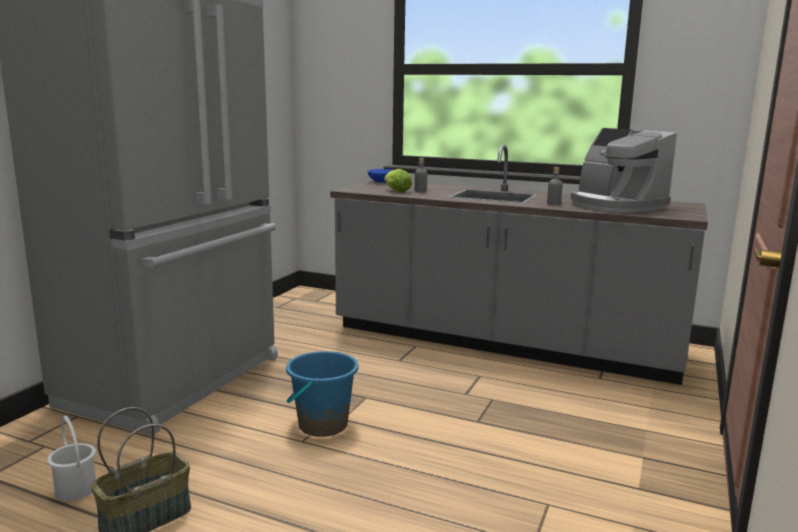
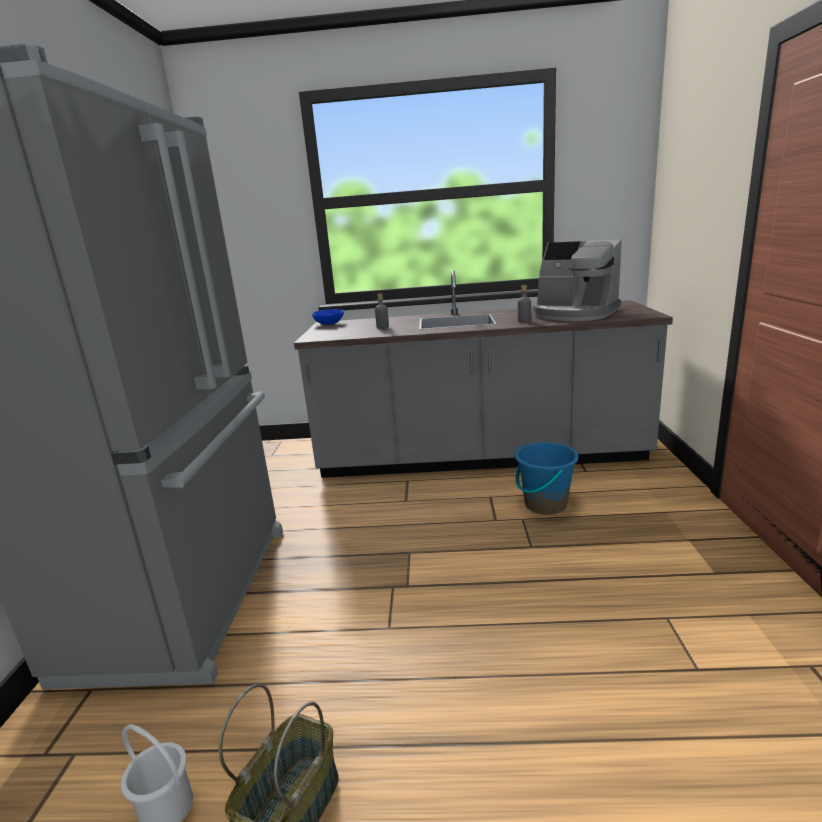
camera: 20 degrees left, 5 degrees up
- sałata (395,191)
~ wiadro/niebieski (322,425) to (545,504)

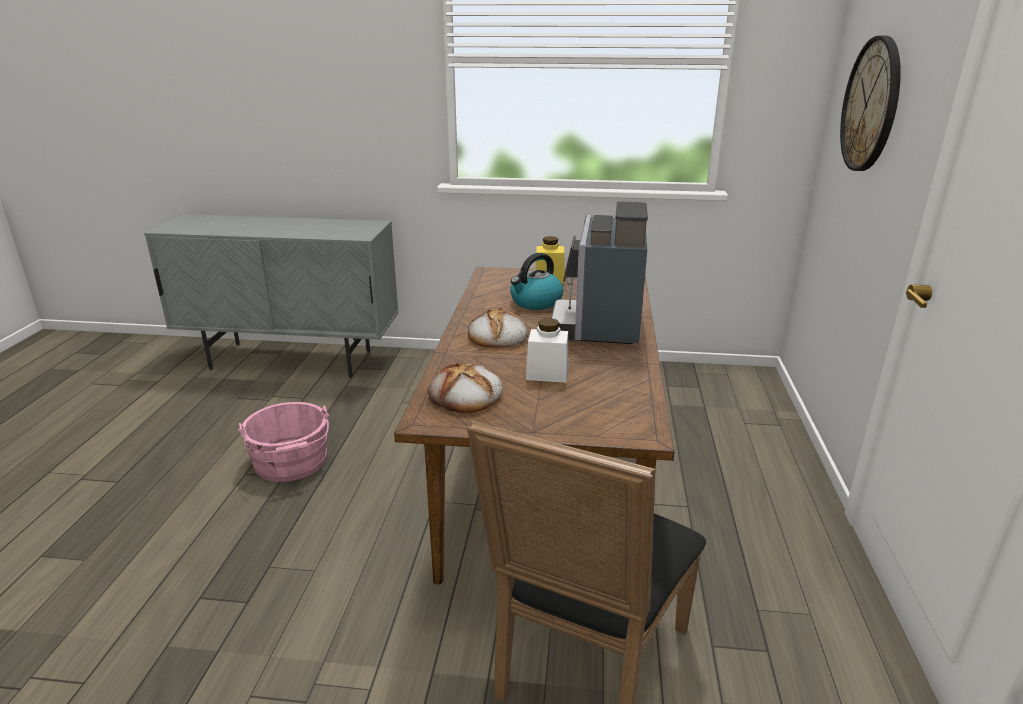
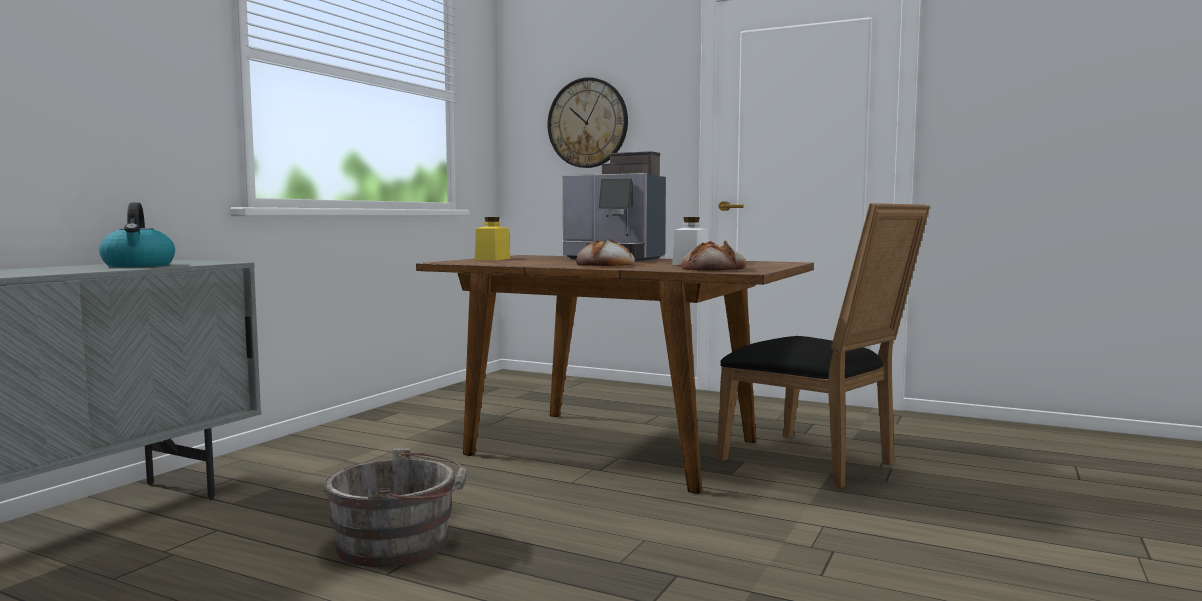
camera: 70 degrees left, 20 degrees down
~ czajnik (535,302) to (139,265)
~ wiadro/różowy (291,463) to wiadro/szary (400,543)

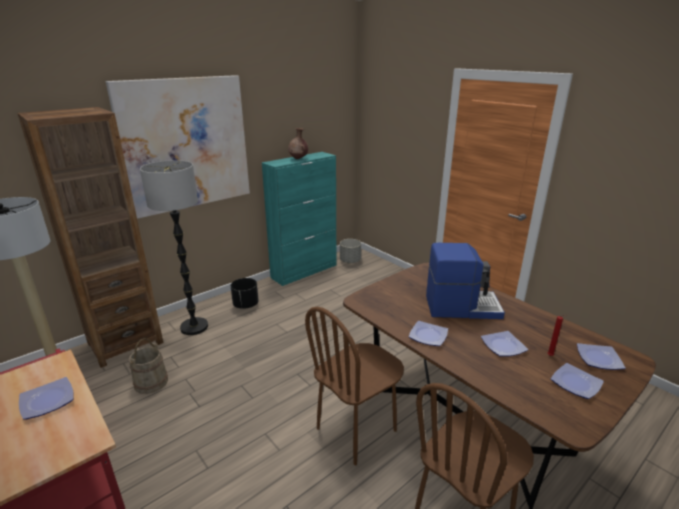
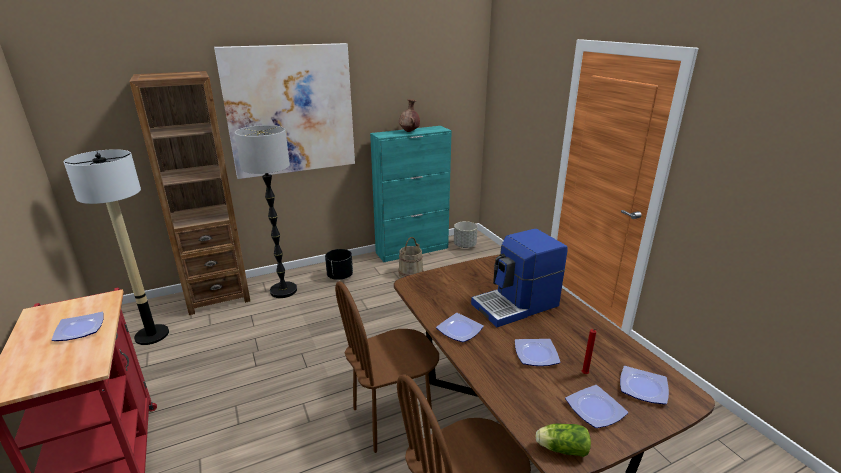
camera: 15 degrees right, 0 degrees up
~ ekspres do kawy (461,306) = (516,305) 135 degrees clockwise
~ wiadro/beżowy (151,382) to (410,273)
+ sałata (560,448)

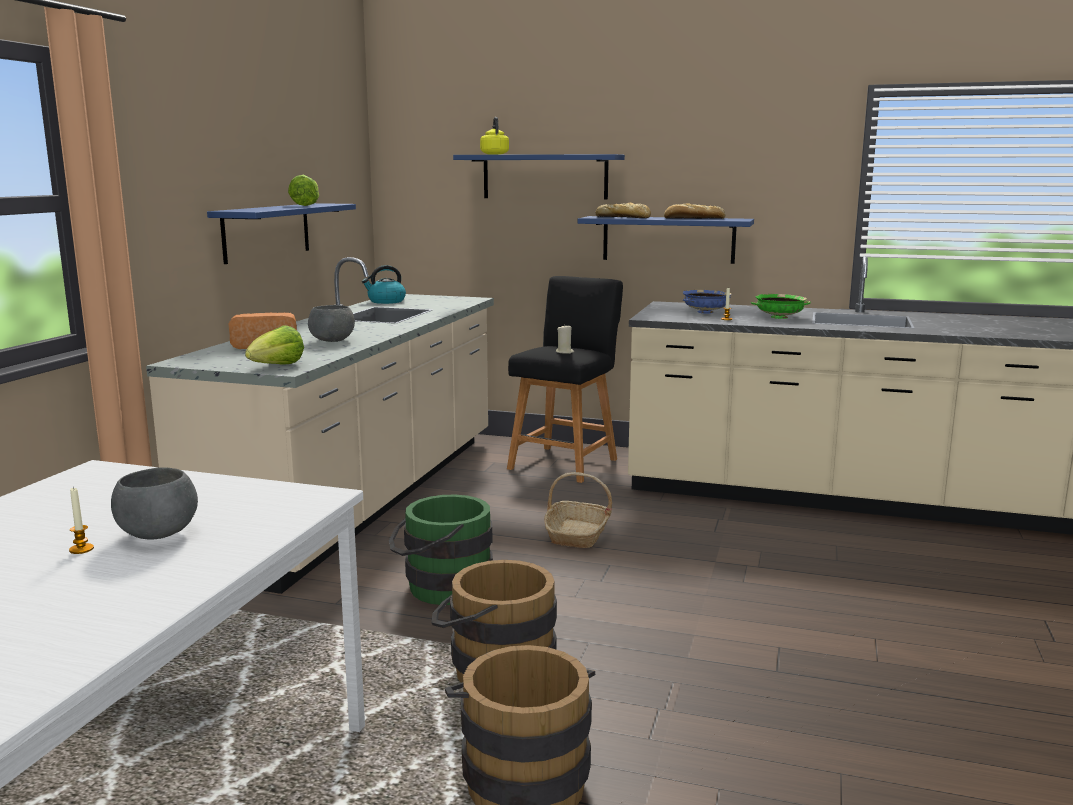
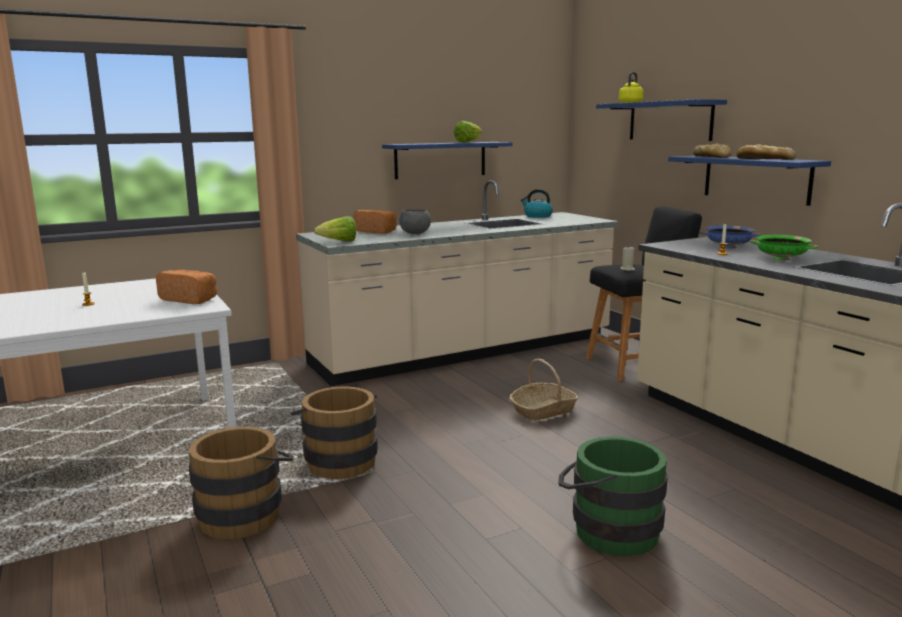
camera: 45 degrees right, 0 degrees up
- miska/szary (159,534)
~ wiadro/zielony (441,588) to (608,530)
+ chleb (190,299)

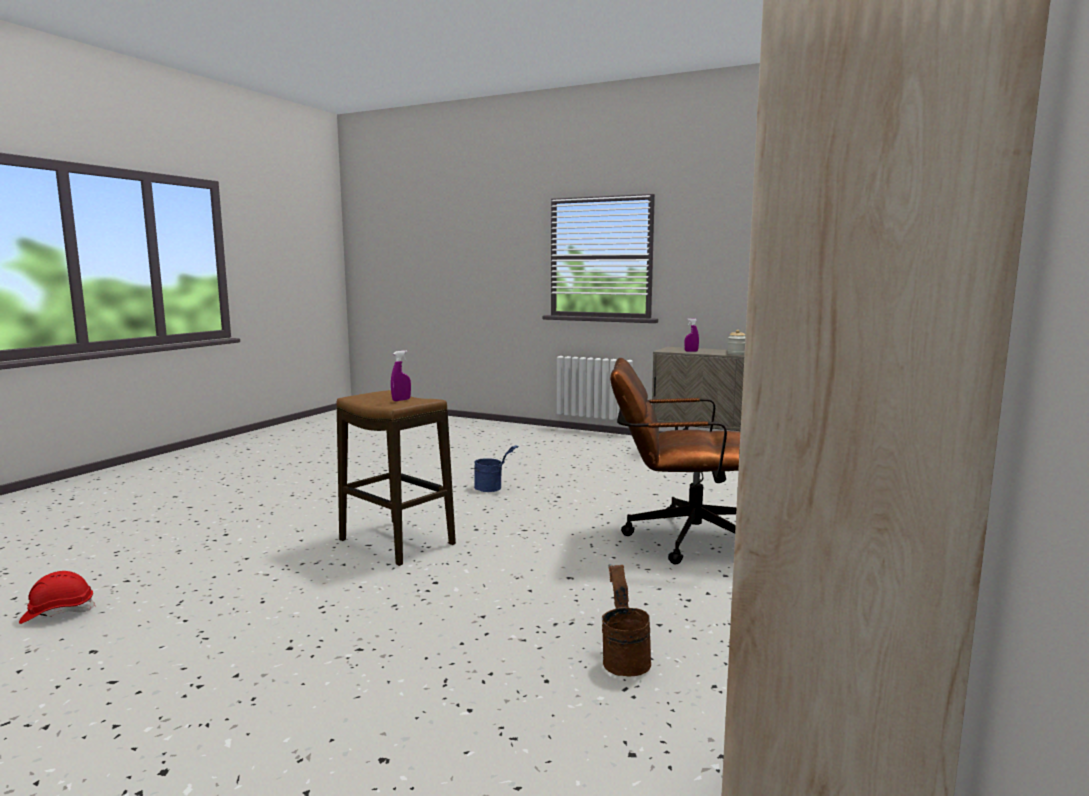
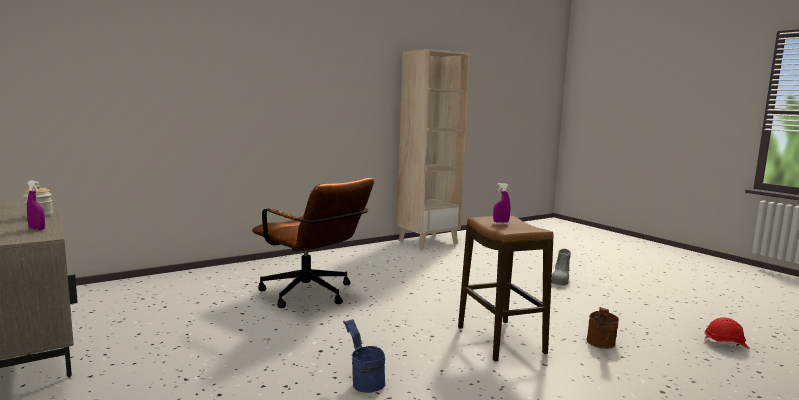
camera: 150 degrees left, 0 degrees up
~ wiadro/brązowy (624,659) to (600,345)
+ but z cholewką/szary (560,280)

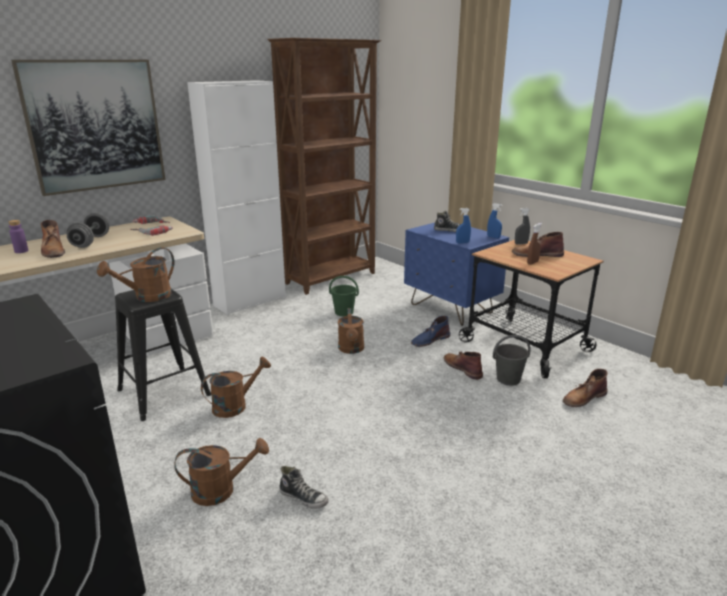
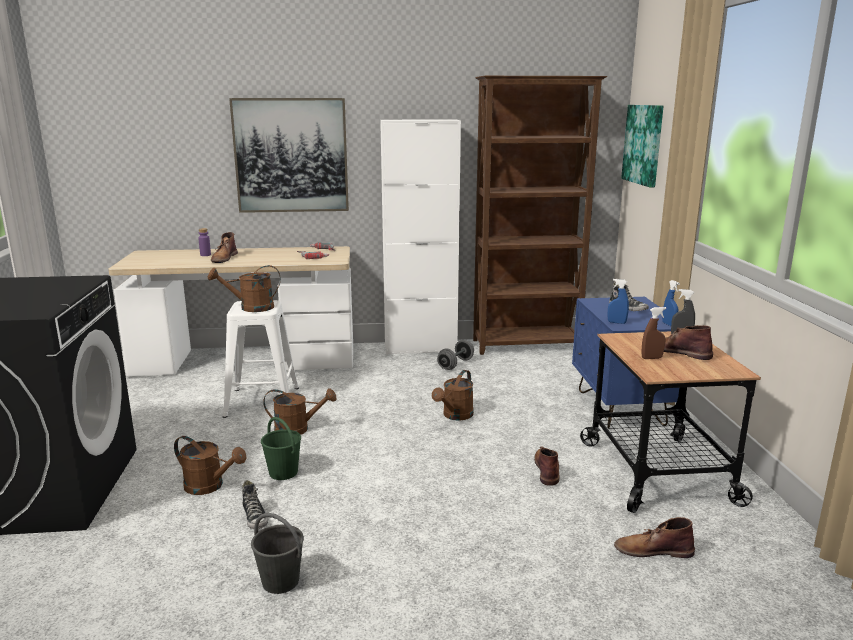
camera: 35 degrees right, 5 degrees down
~ hantel/szary (91,242) to (455,364)
~ wiadro/zielony (344,312) to (283,473)
~ stołek/czarny (163,393) to stołek/biały (261,402)
- but z cholewką/niebieski (430,340)
~ wiadro/szary (508,379) to (280,581)
+ obraz (643,144)

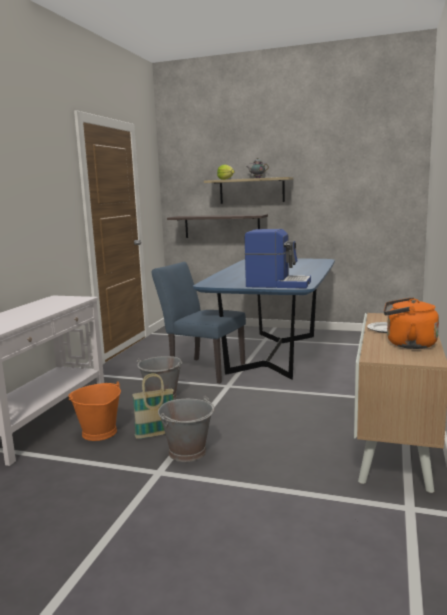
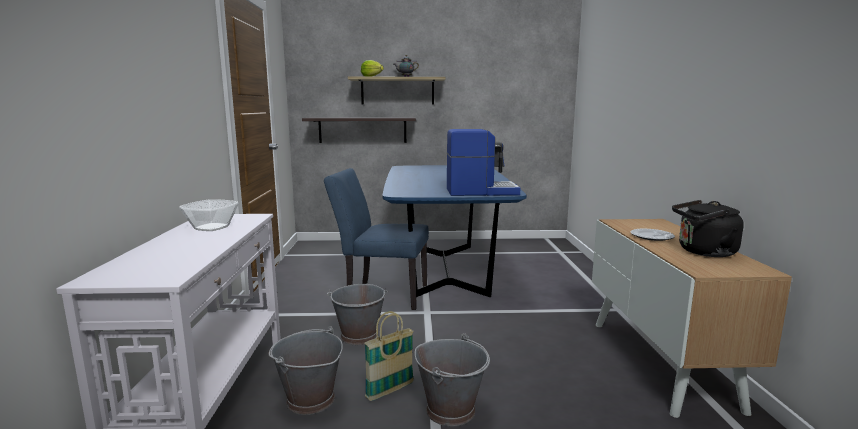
camera: 20 degrees left, 0 degrees up
~ czajnik/pomarańczowy (407,344) to czajnik/czarny (703,252)
~ wiadro/pomarańczowy (99,432) to wiadro/szary (310,400)
+ miska (210,228)

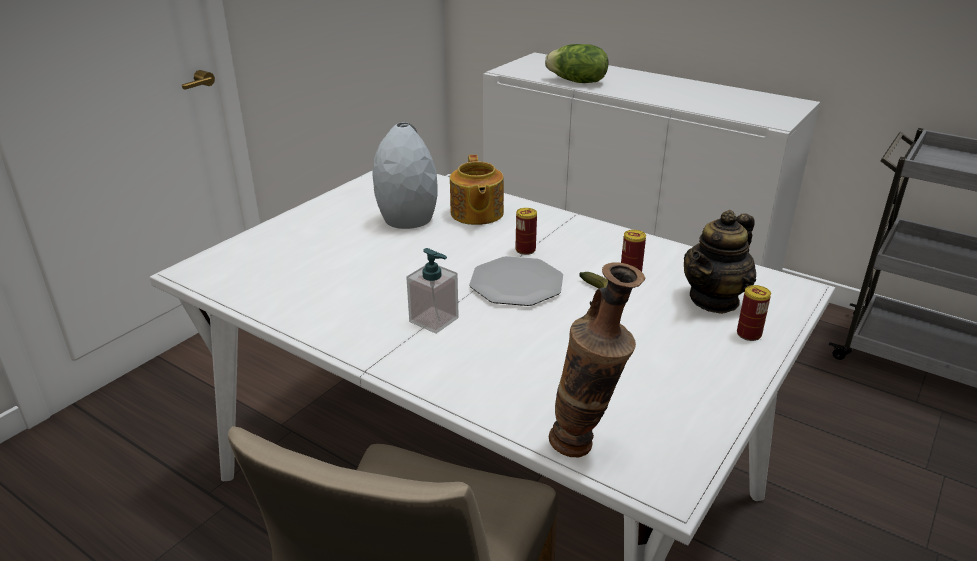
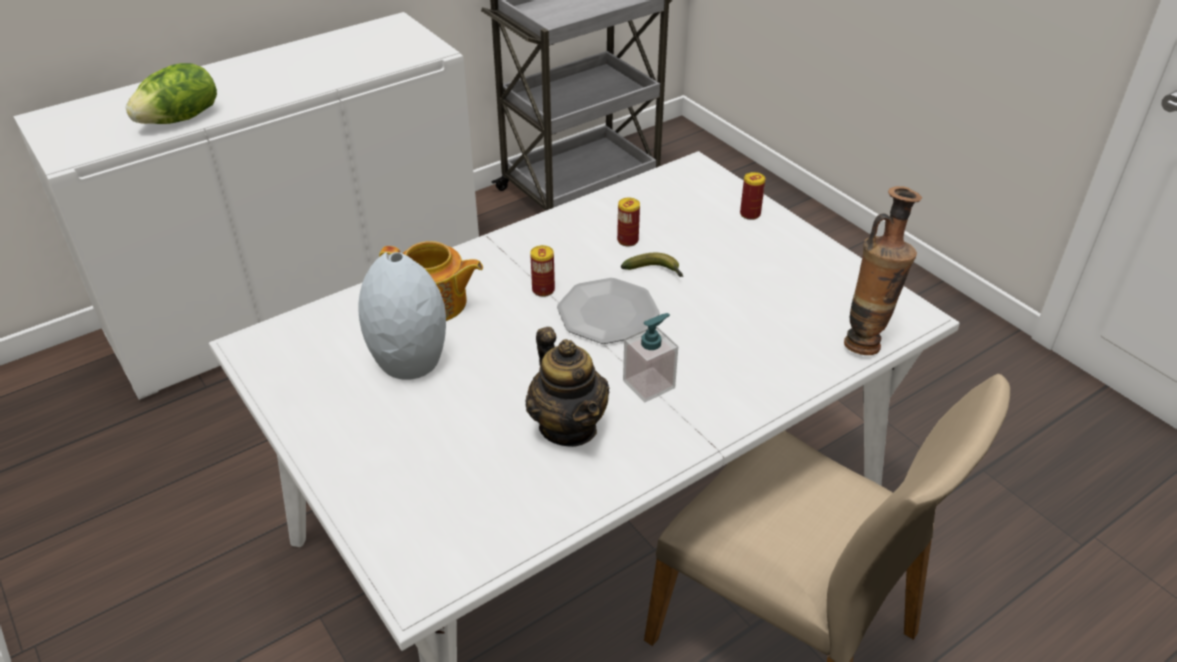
camera: 70 degrees left, 10 degrees up
~ imbryk (714,299) to (568,426)

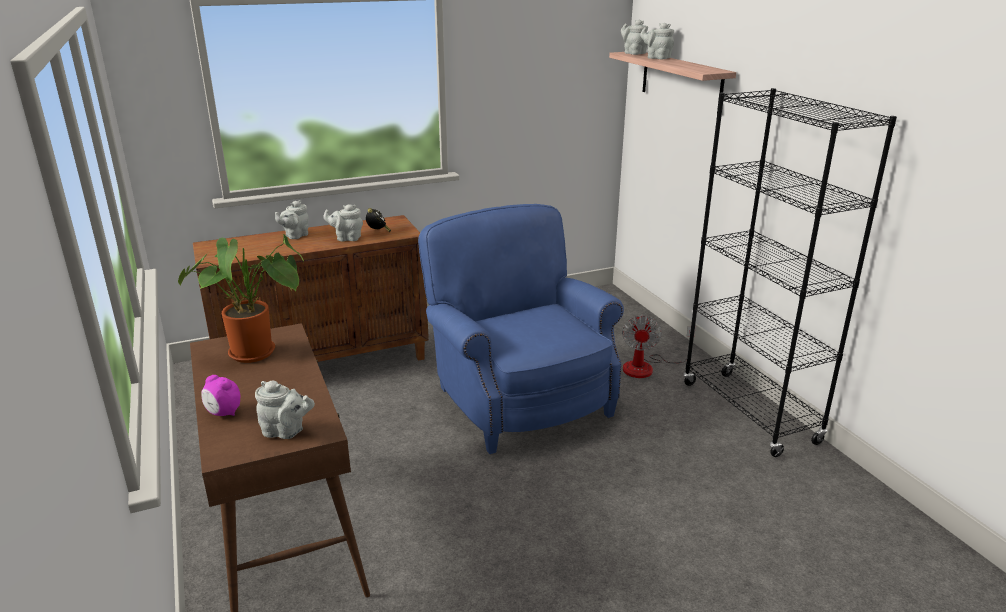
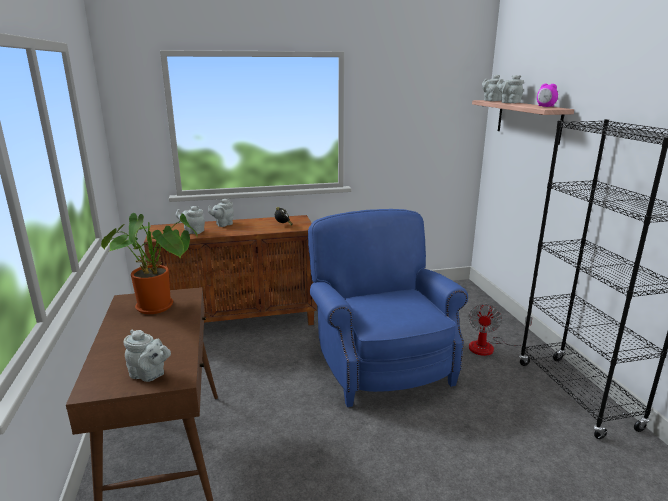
camera: 10 degrees right, 5 degrees down
~ imbryk/szary (347,238) to (193,232)
~ budzik (223,413) to (545,106)

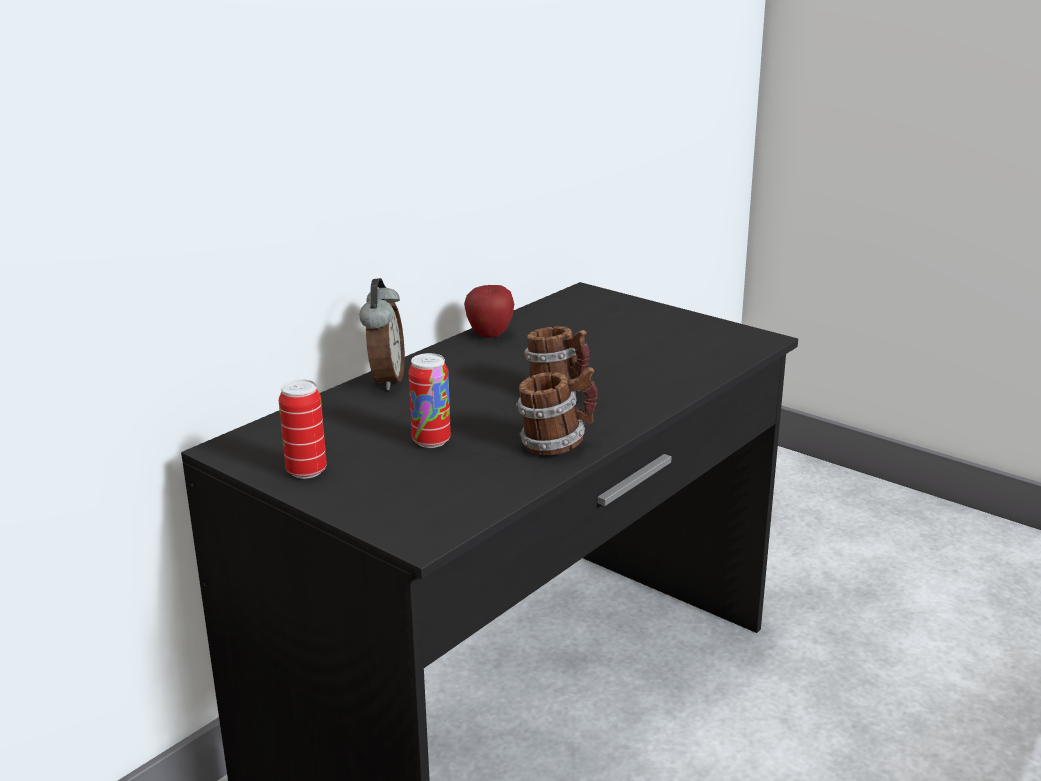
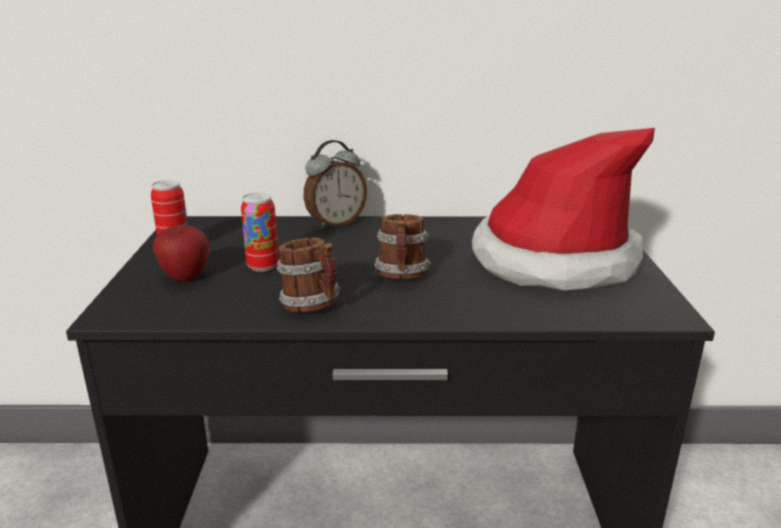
camera: 50 degrees right, 0 degrees up
~ jabłko (490,334) to (185,277)
+ kapelusz (552,260)

